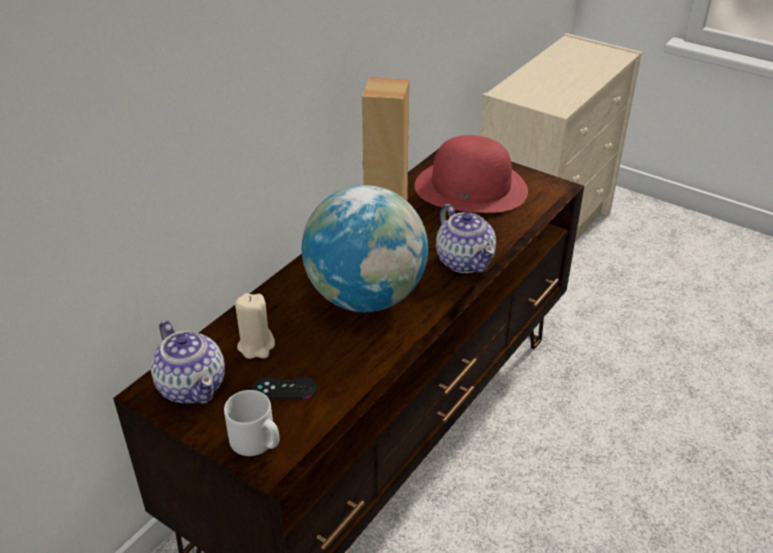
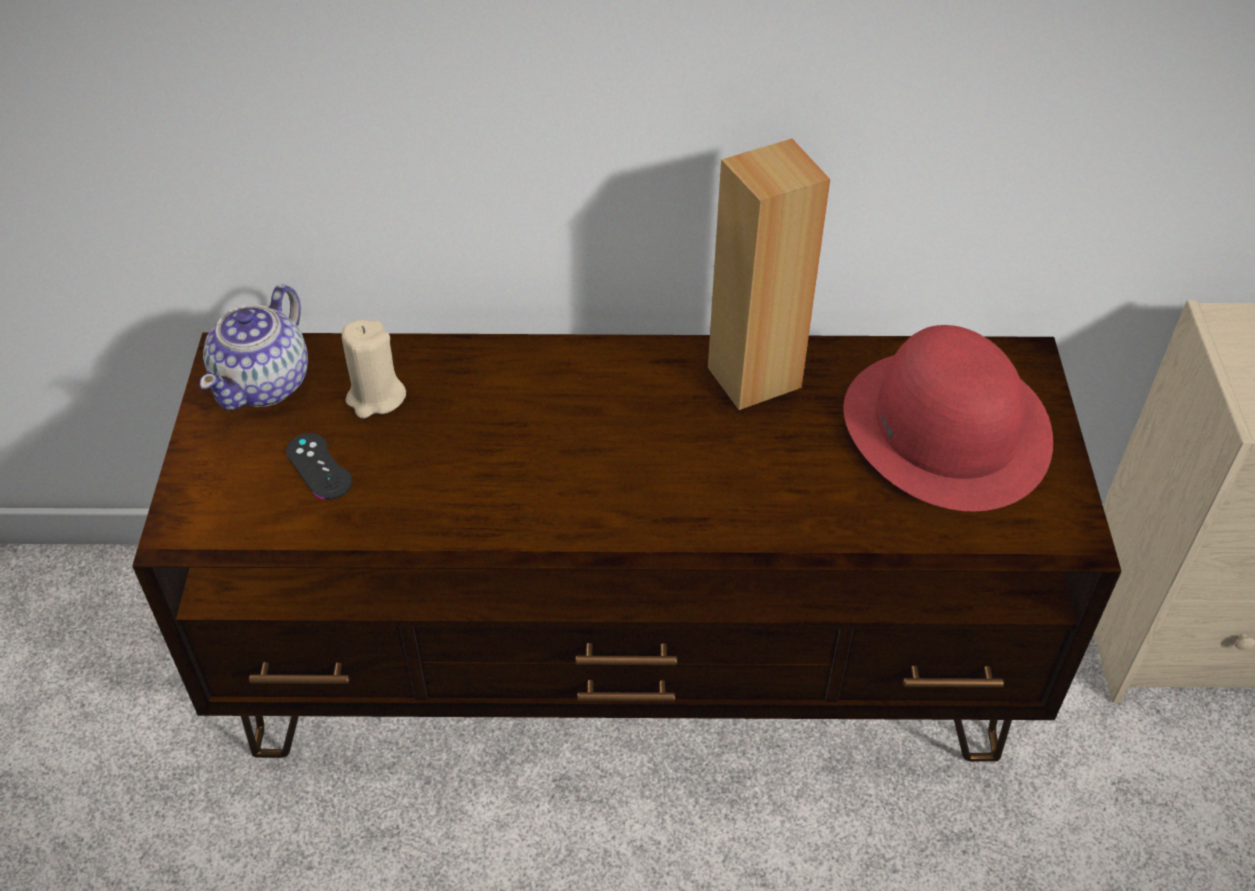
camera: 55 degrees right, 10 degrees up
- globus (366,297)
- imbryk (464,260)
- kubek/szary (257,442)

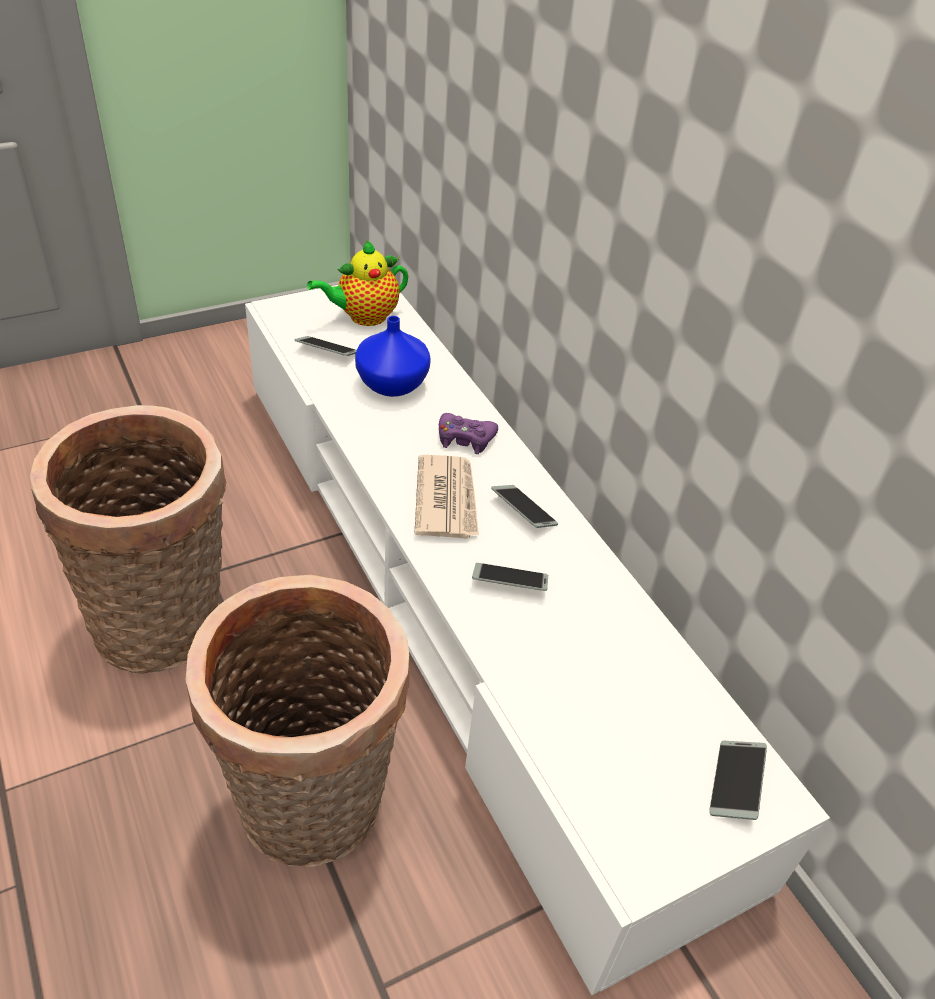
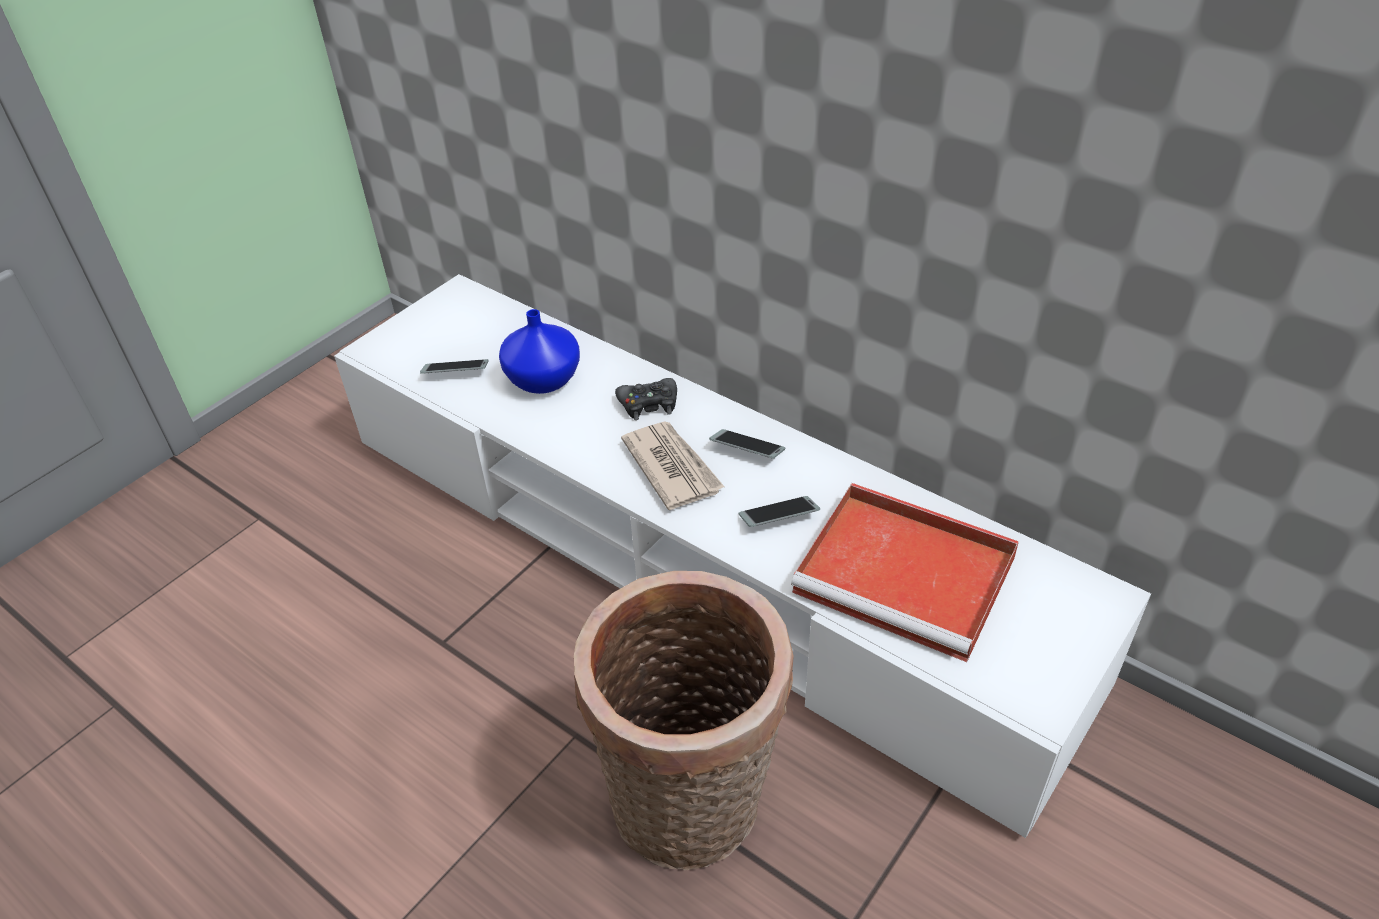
camera: 20 degrees left, 0 degrees up
- imbryk (364,317)
- koszyk (166,624)
~ pad do gier/fioletowy (465,439) to pad do gier/czarny (649,404)
- telefon (735,784)
+ taca/czerwony (909,575)

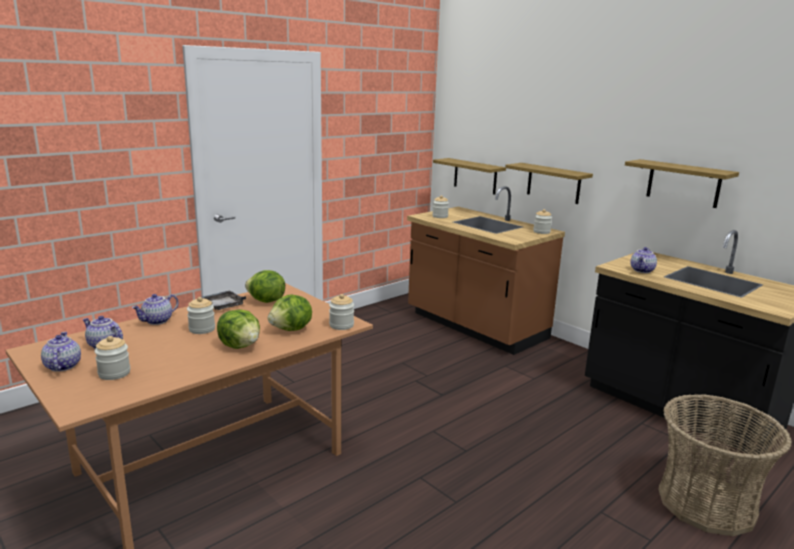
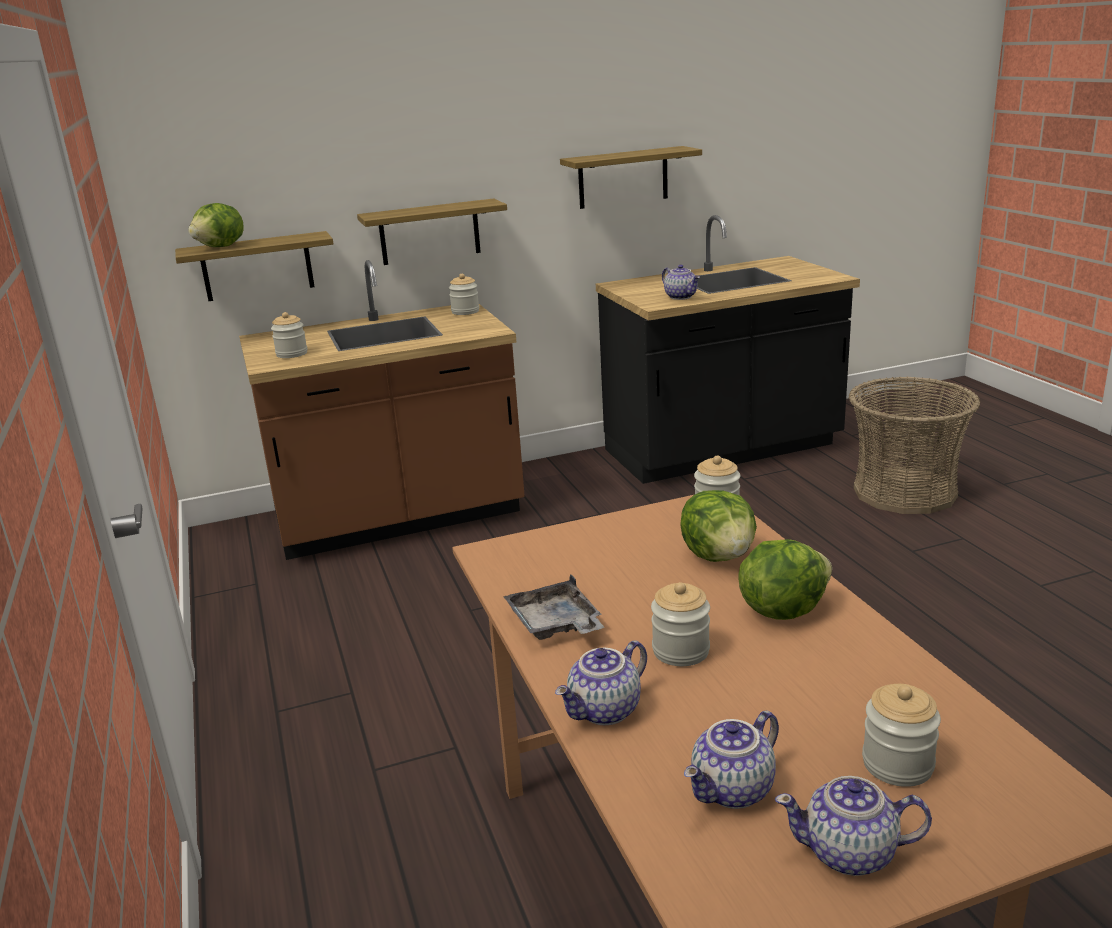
camera: 65 degrees left, 5 degrees up
~ sałata (266,301) to (221,247)
~ imbryk (157,321) = (605,711) 75 degrees clockwise

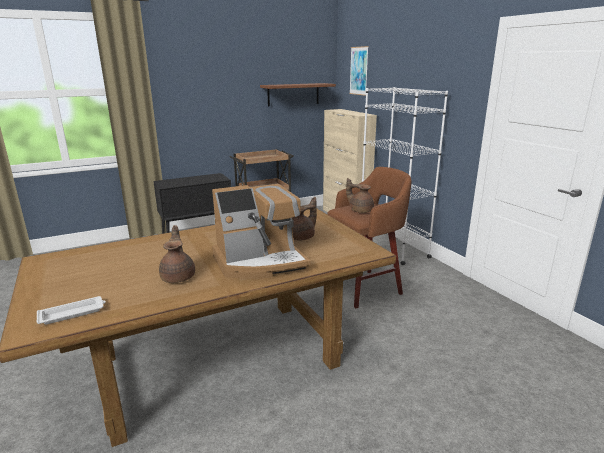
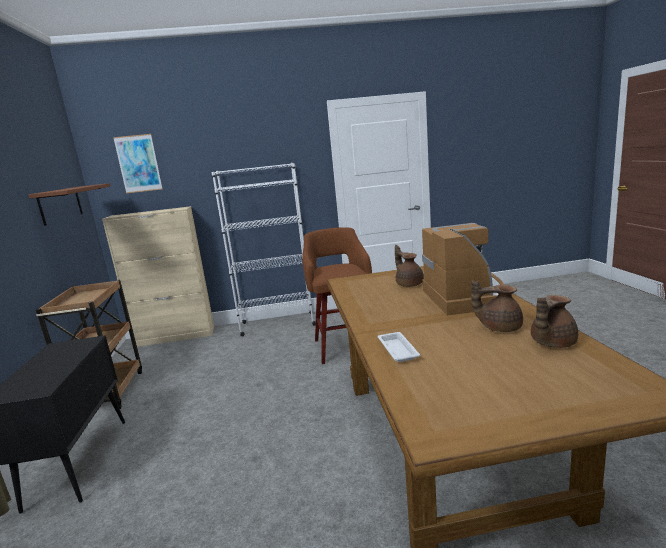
camera: 70 degrees left, 5 degrees down
~ imbryk/brązowy (360,210) to (551,343)
~ taca/biały (73,313) to (397,349)

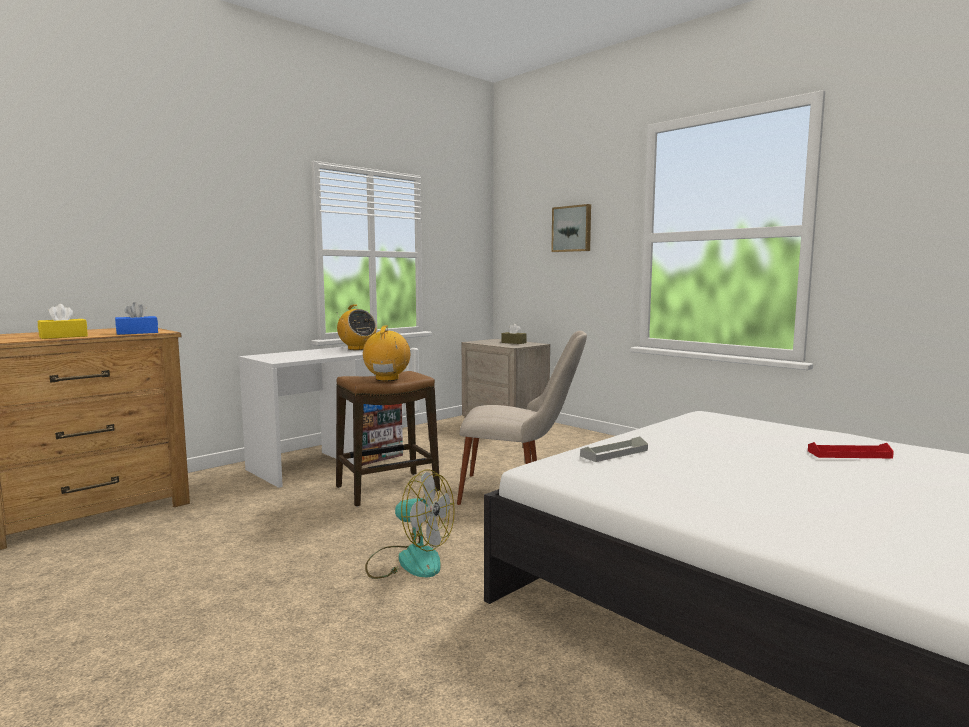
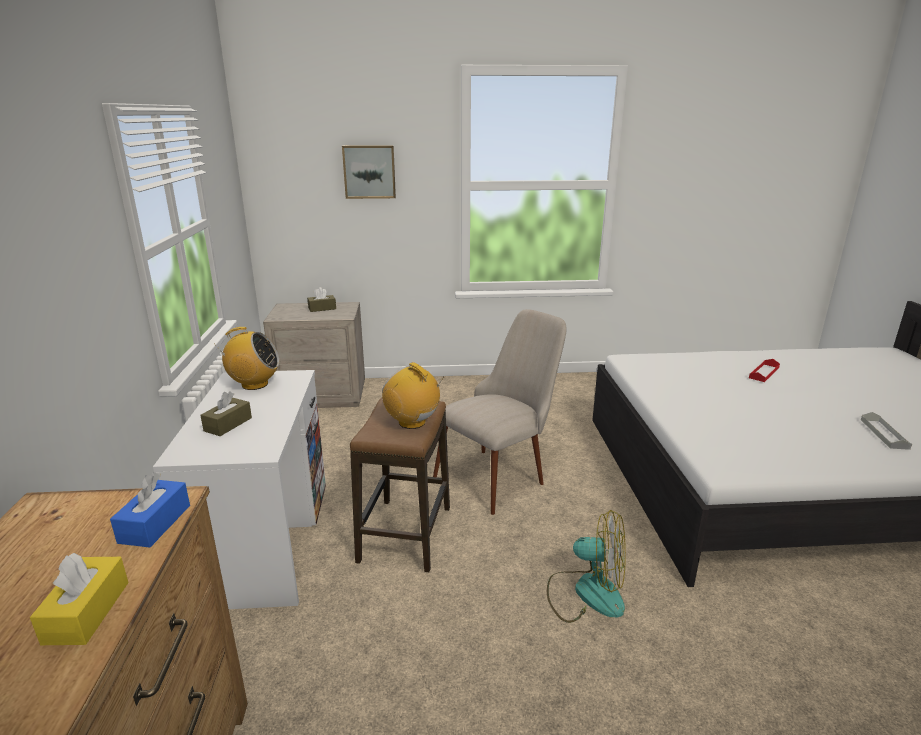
camera: 50 degrees left, 15 degrees up
~ taca/szary (614,453) to (884,434)
~ wentylator (409,561) = (586,593) 45 degrees clockwise
+ pudełko chusteczek/brązowy (228,424)

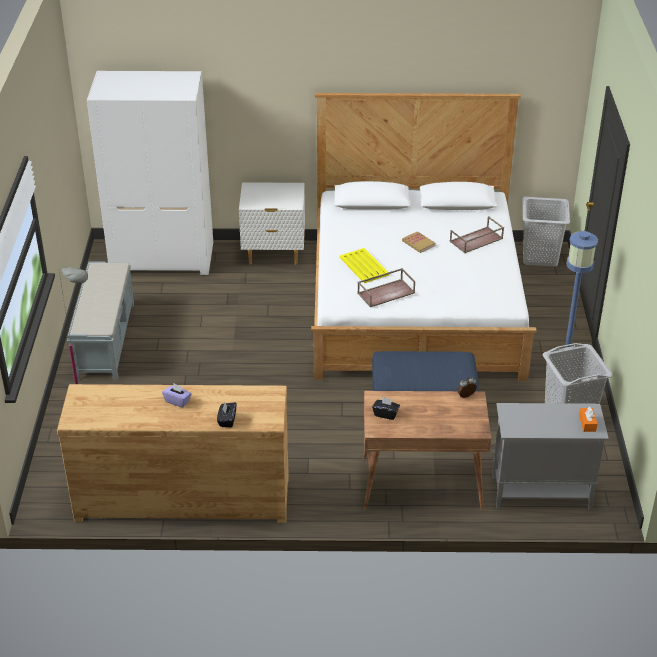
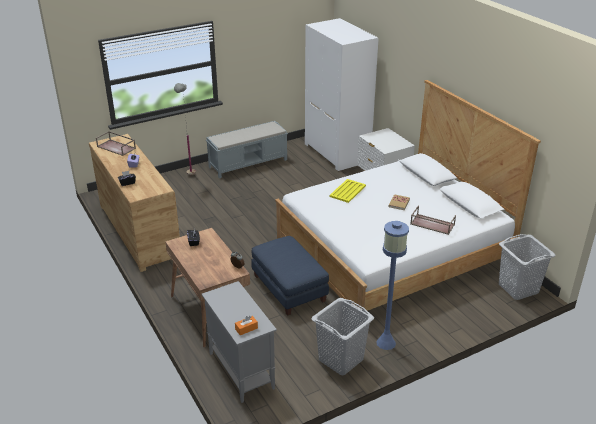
camera: 60 degrees right, 5 degrees down
~ taca/brązowy (386,292) to (117,147)

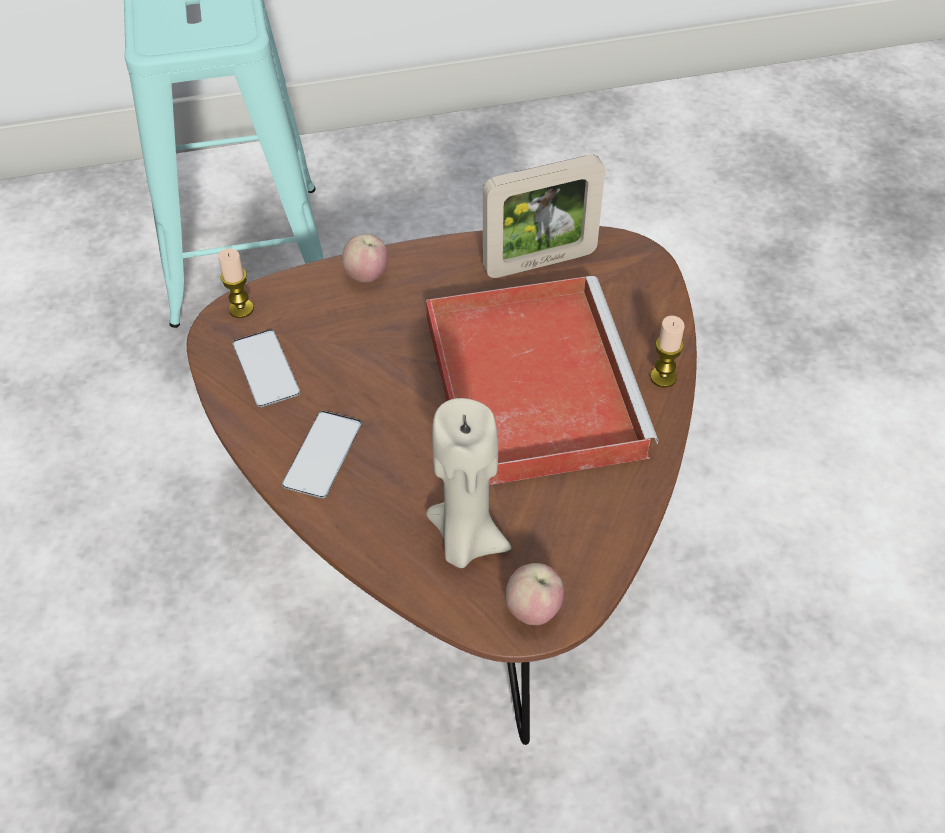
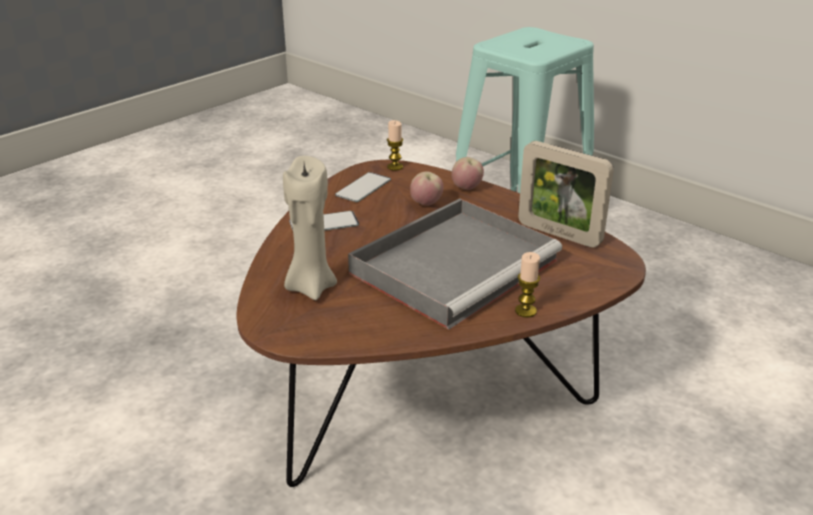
camera: 55 degrees right, 20 degrees down
~ taca/czerwony (529,382) to taca/szary (456,265)
~ jabłko (533,609) to (426,204)

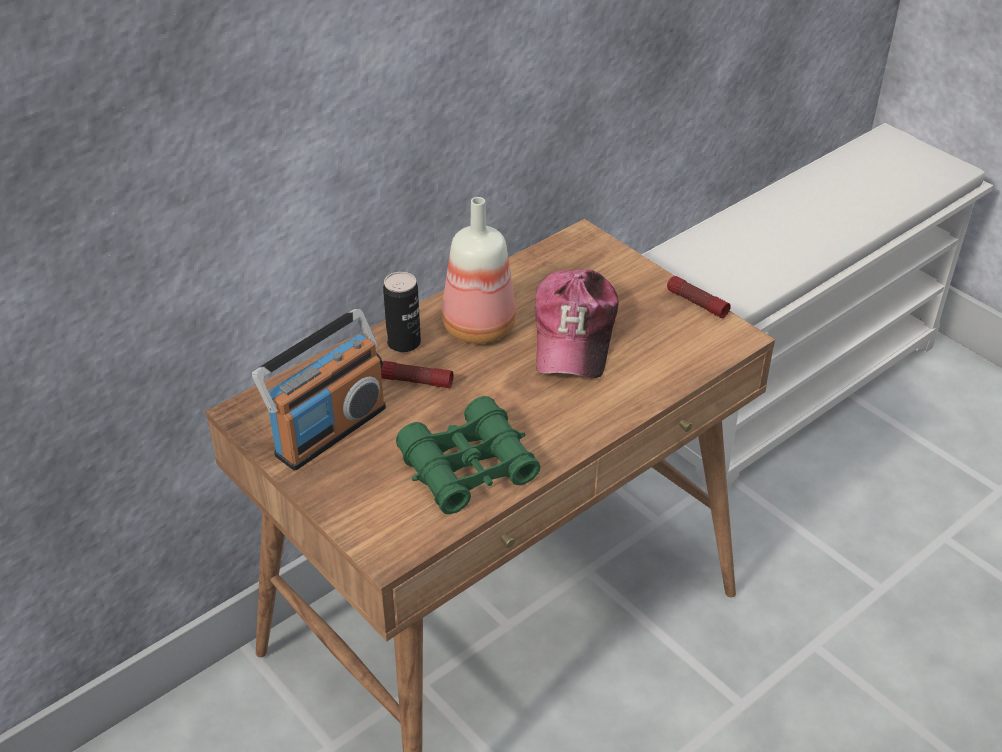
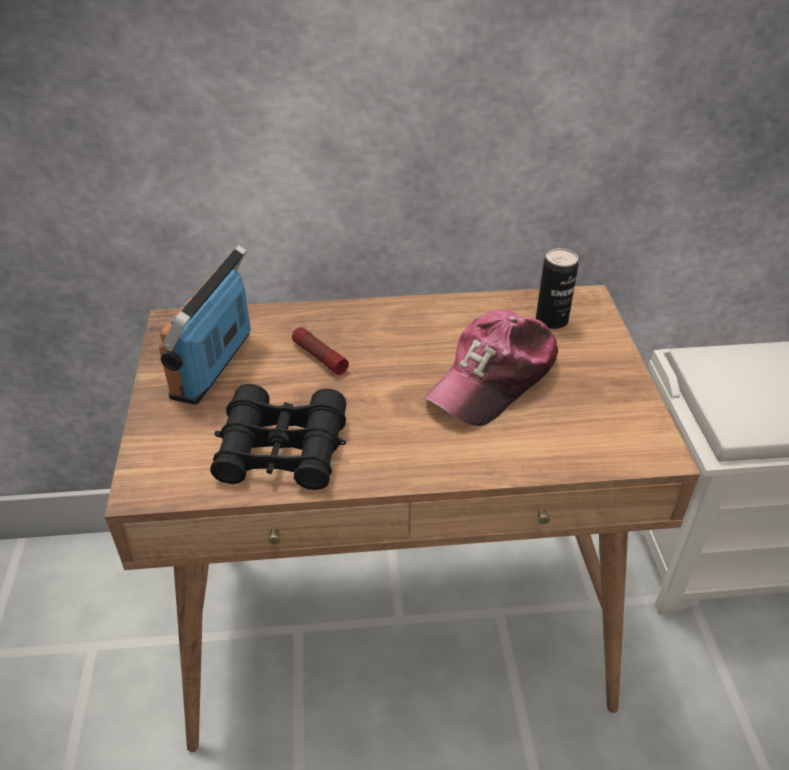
camera: 35 degrees right, 0 degrees up
- butelka (477,328)
~ puszka (404,343) to (551,320)
- latarka (696,303)
~ radio (329,430) = (213,365) 120 degrees clockwise
~ lornetka/zielony (468,468) to lornetka/czarny (282,450)

